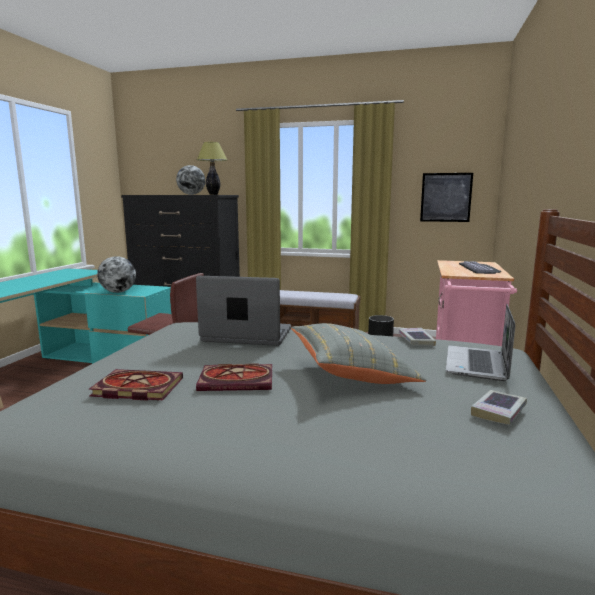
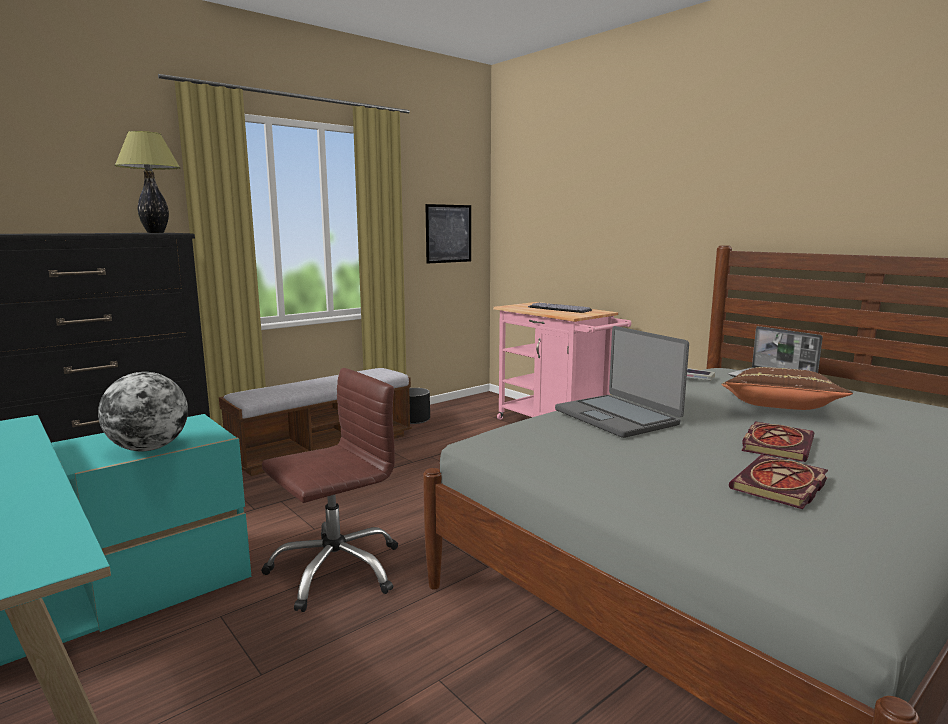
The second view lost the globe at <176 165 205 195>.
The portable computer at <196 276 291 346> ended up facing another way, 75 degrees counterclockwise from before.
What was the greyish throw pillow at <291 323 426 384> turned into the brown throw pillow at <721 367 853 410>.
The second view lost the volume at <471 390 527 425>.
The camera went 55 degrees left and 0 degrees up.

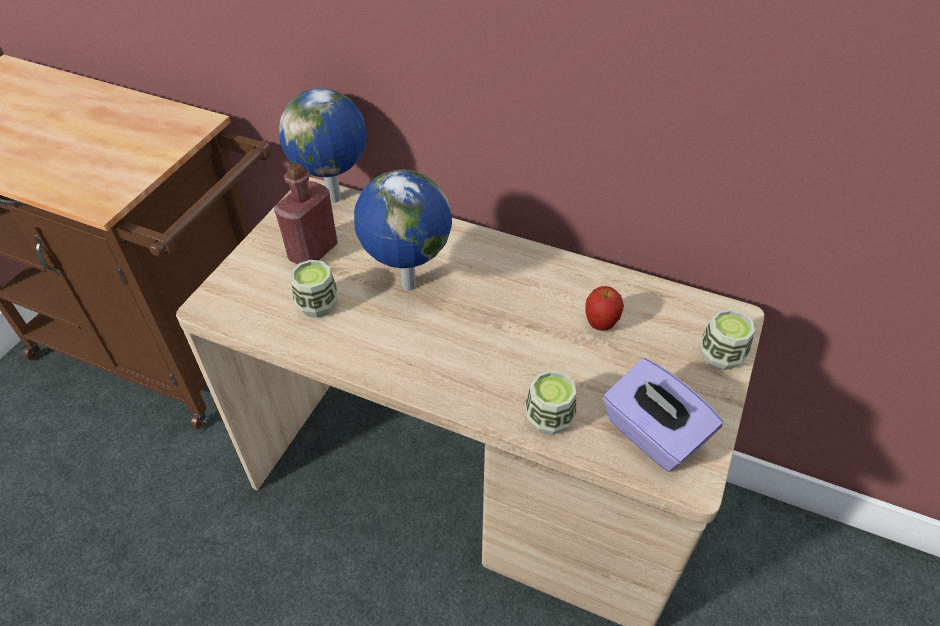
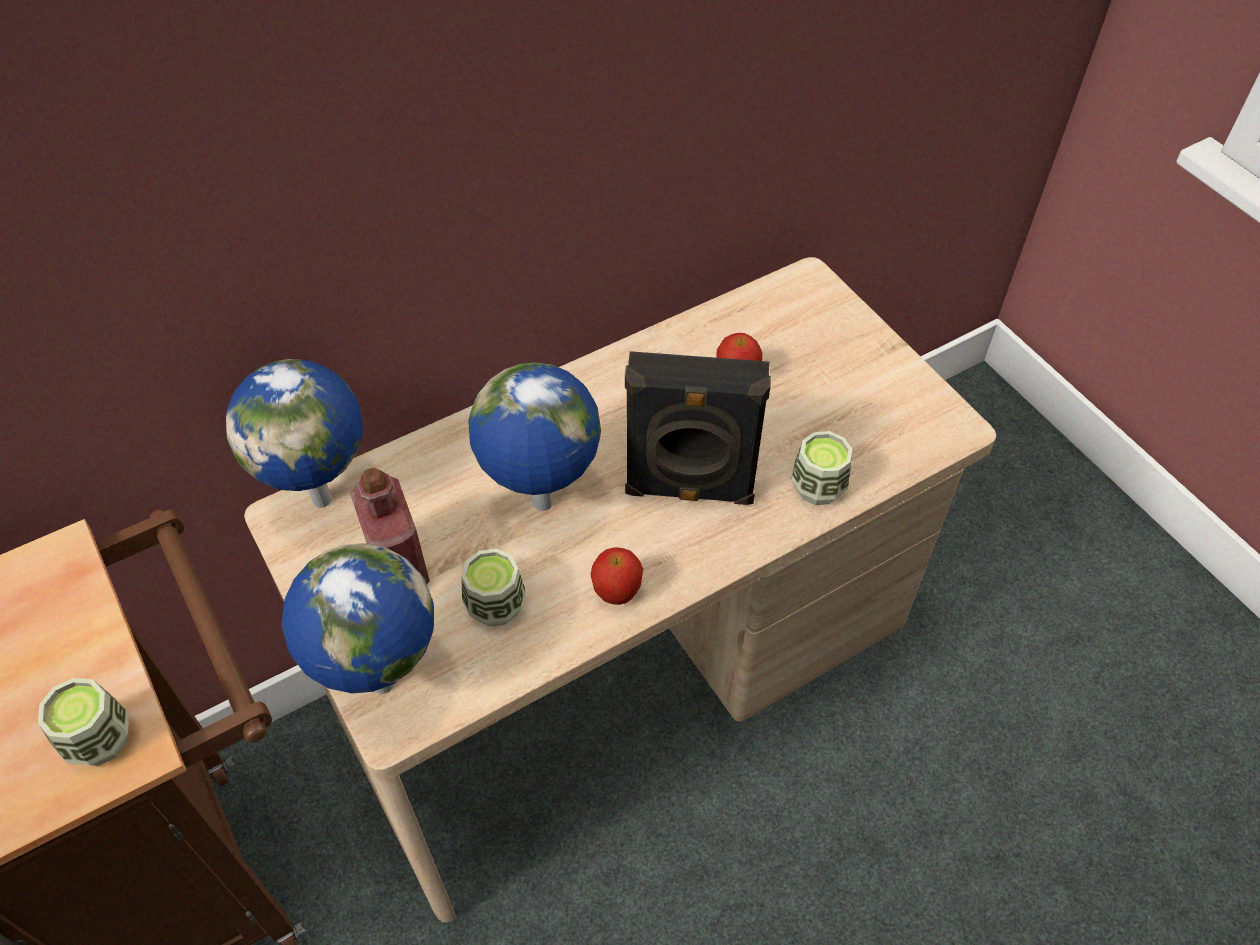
The second view lost the purple-coloured tissue holder at <603 359 723 472>.
The cup ended up elsewhere, having gone from <700 309 755 370> to <38 678 129 766>.
The second view gained the globe at <282 543 434 694>.
The second view gained the apple fruit at <590 547 643 605>.
The second view gained the blackish loudspeaker at <625 351 771 505>.
The camera went 55 degrees left and 5 degrees up.

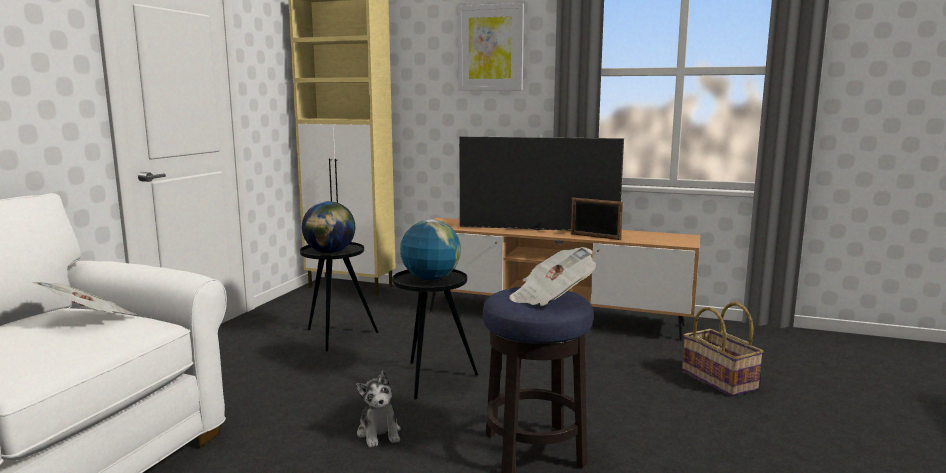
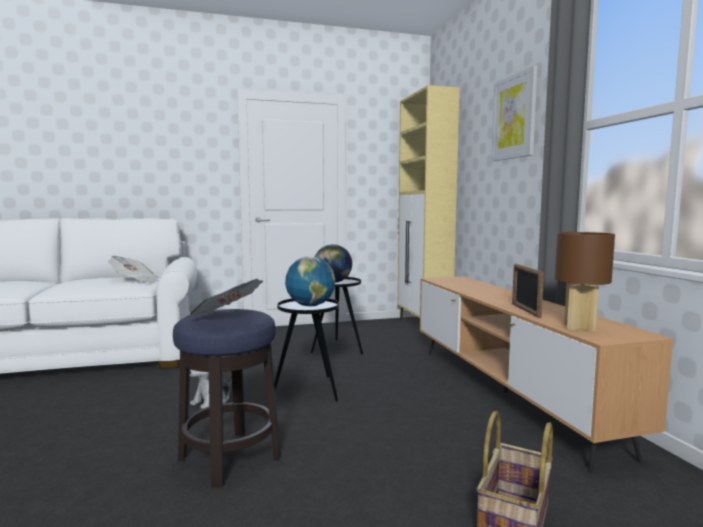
The second view lost the TV at <459 135 624 231>.
The second view gained the brown tabletop lamp at <555 232 615 332>.
The camera went 55 degrees right and 5 degrees down.

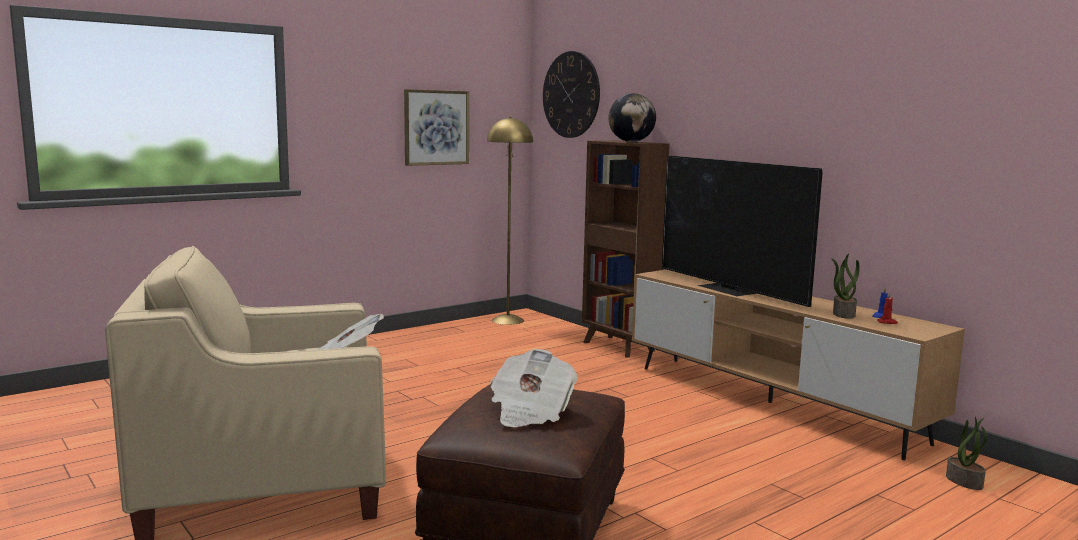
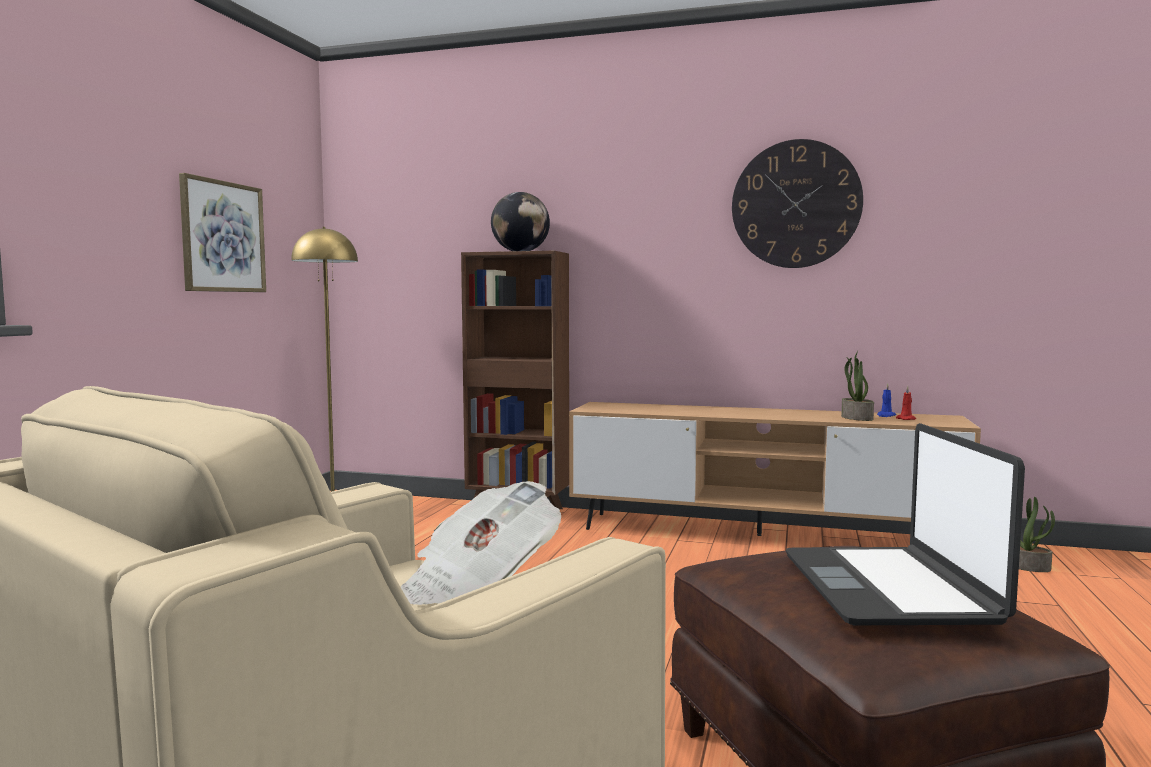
Where the daily paper stood at <490 349 578 427>, the portable computer came to stand at <786 423 1025 625>.
The hanging clock ended up elsewhere, having gone from <543 51 600 138> to <732 139 863 268>.
The second view lost the TV at <662 155 823 307>.
The camera went 35 degrees left and 5 degrees down.

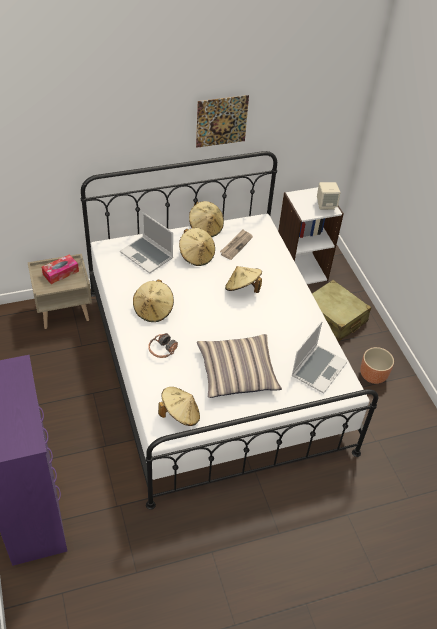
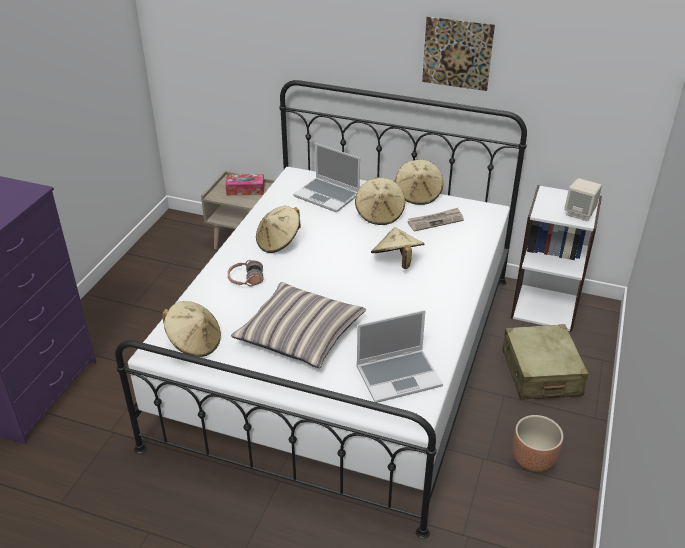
The portable computer at <120 212 173 274> ended up facing another way, 45 degrees counterclockwise from before.
The camera went 40 degrees right and 10 degrees down.

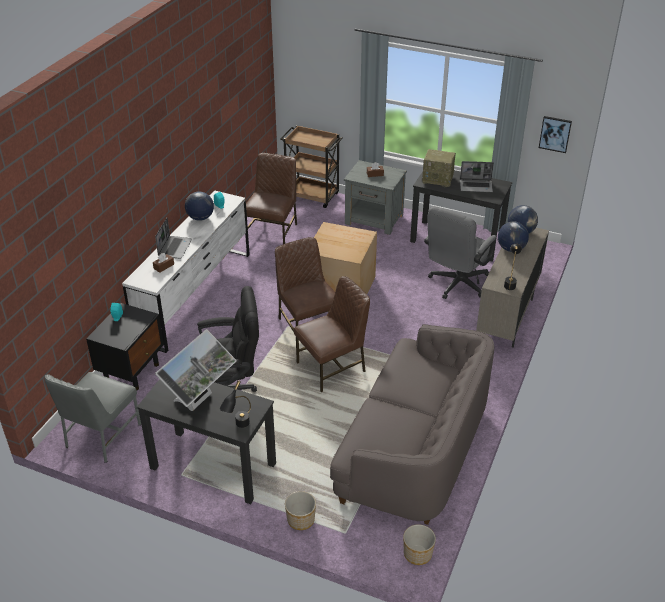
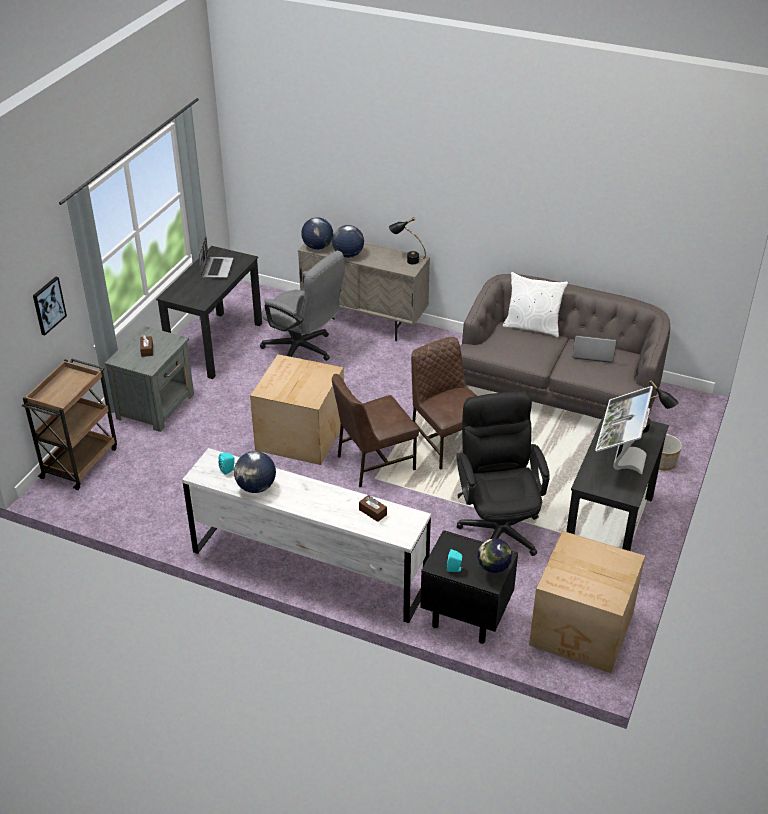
Where the greyish upright chair stood at <44 372 141 463>, the carton came to stand at <529 531 645 673>.
The portable computer ended up elsewhere, having gone from <155 218 192 259> to <573 335 616 363>.
The monitor at <155 329 237 411> ended up facing another way, 105 degrees counterclockwise from before.
The second view lost the brown upright chair at <245 153 297 244>.
The second view lost the flower pot at <403 524 436 565>.
The second view lost the radio receiver at <422 149 456 187>.
The wall picture ended up elsewhere, having gone from <539 116 572 153> to <33 277 67 335>.
The second view gained the globe at <477 538 512 580>.
The second view gained the white-coloured throw pillow at <503 272 568 338>.
The camera went 90 degrees left and 0 degrees up.

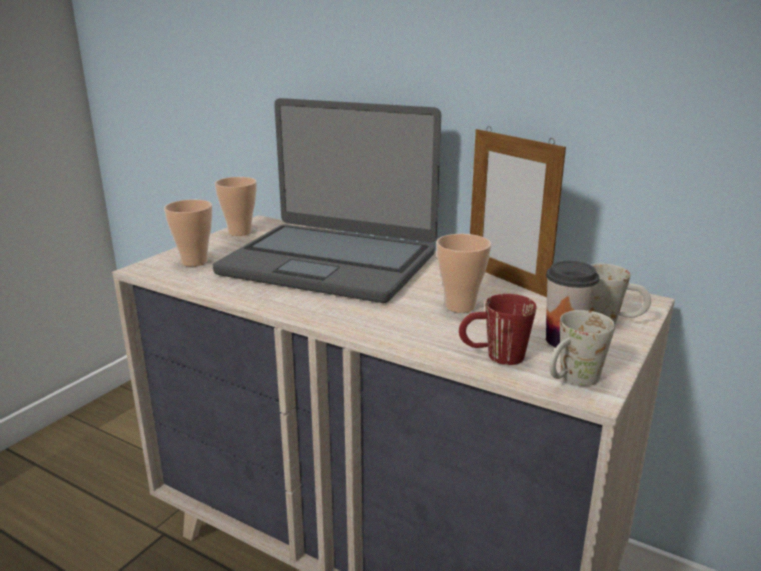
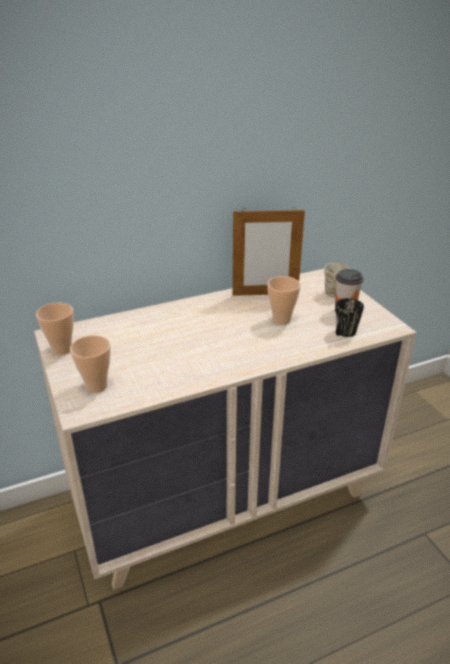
The second view lost the portable computer at <213 98 441 303>.
What was the red-coloured tea mug at <459 294 536 365> turned into the blackish tea mug at <336 298 364 337>.
The second view lost the white-coloured tea mug at <550 310 615 386>.
The camera went 55 degrees left and 10 degrees up.

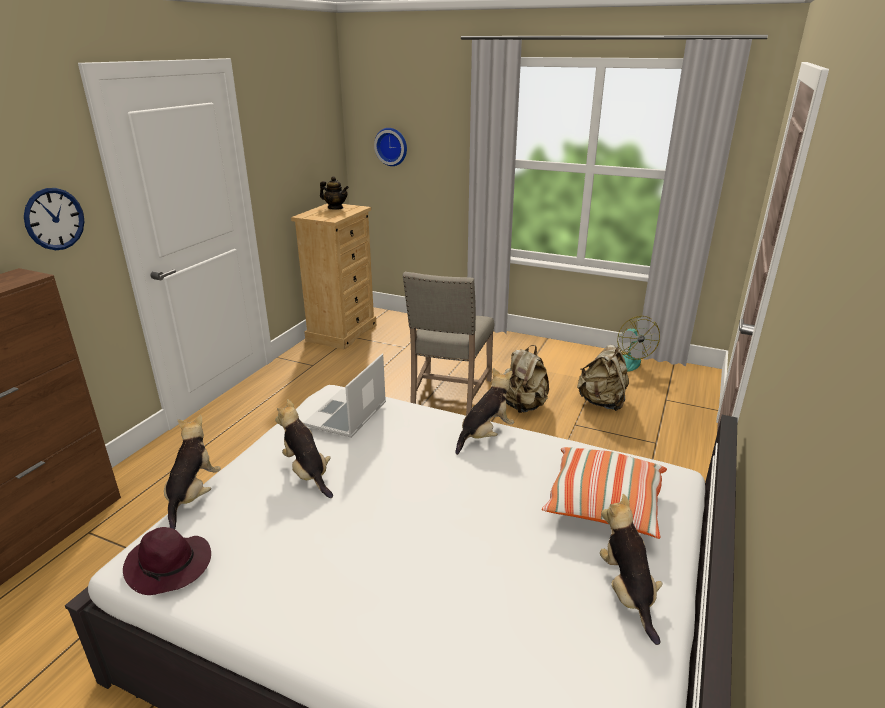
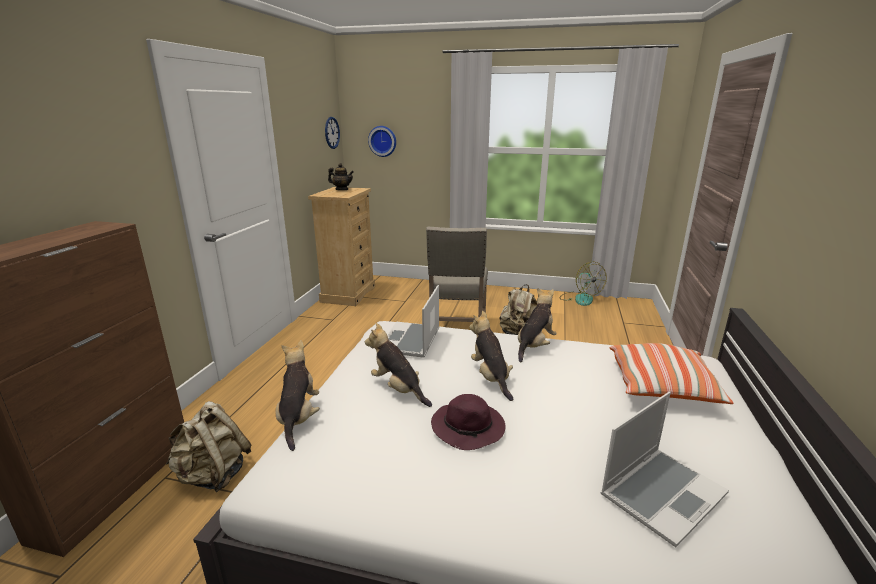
The hanging clock ended up elsewhere, having gone from <24 188 85 250> to <325 117 340 149>.
The purple-coloured hat ended up elsewhere, having gone from <123 527 211 595> to <431 394 506 450>.
The beige rucksack ended up elsewhere, having gone from <577 345 629 411> to <166 401 251 492>.
The cuddly toy ended up elsewhere, having gone from <600 494 662 645> to <470 311 513 401>.
The second view gained the portable computer at <601 392 729 547>.
The camera went 10 degrees left and 5 degrees down.

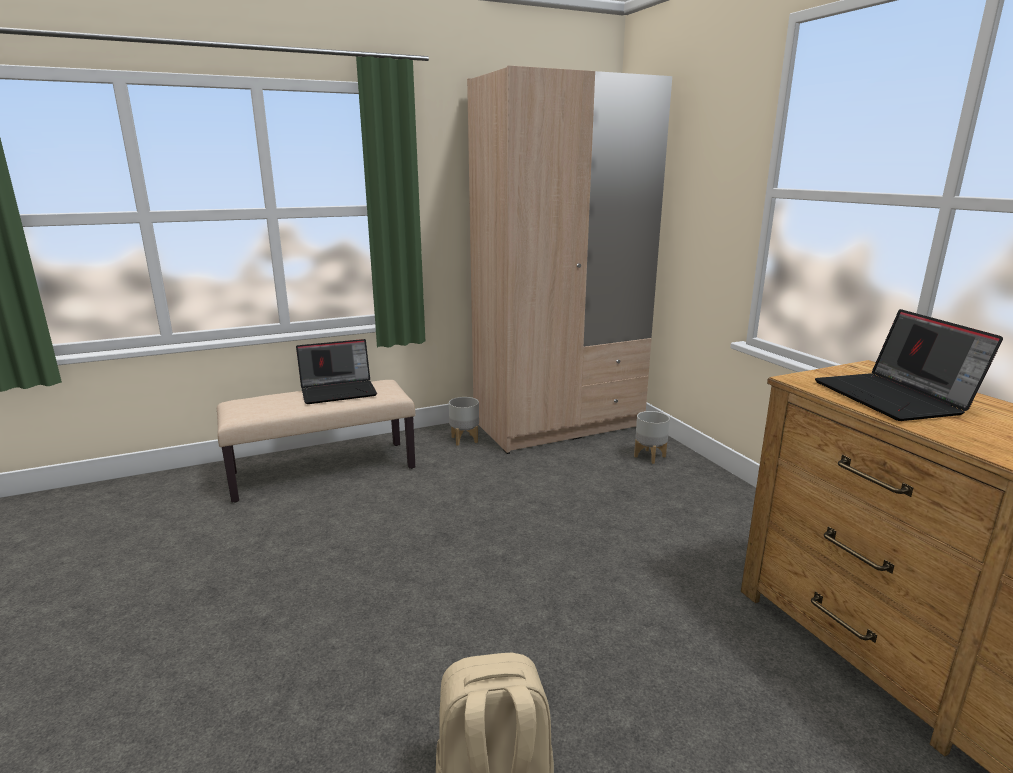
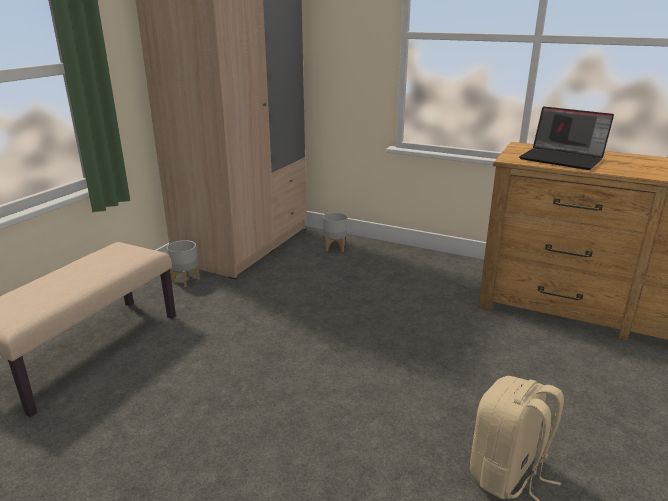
The second view lost the portable computer at <296 339 377 404>.
The camera went 40 degrees left and 5 degrees up.

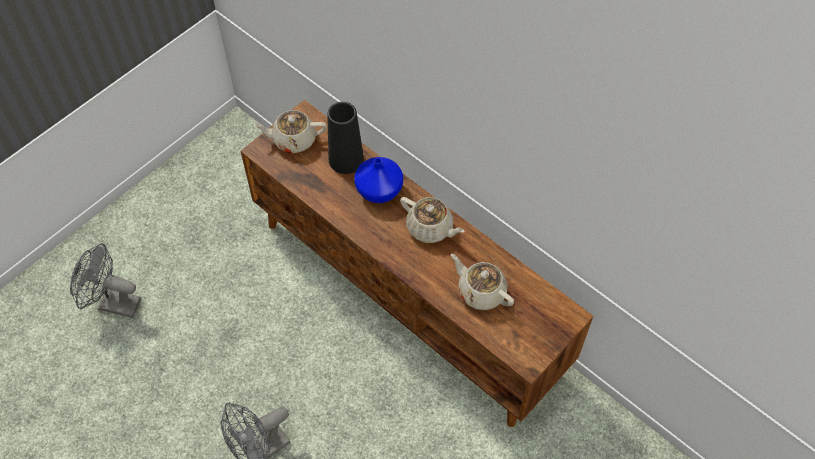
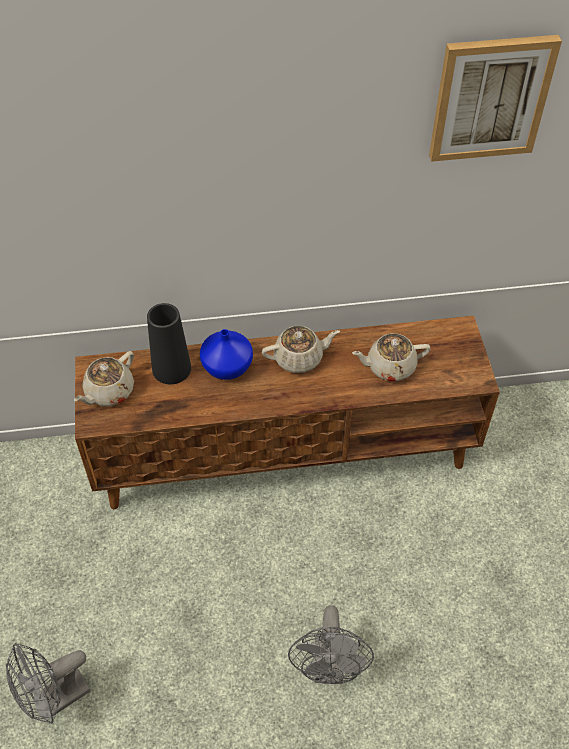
The second view gained the wall picture at <429 35 562 162>.
The camera went 50 degrees left and 5 degrees down.

